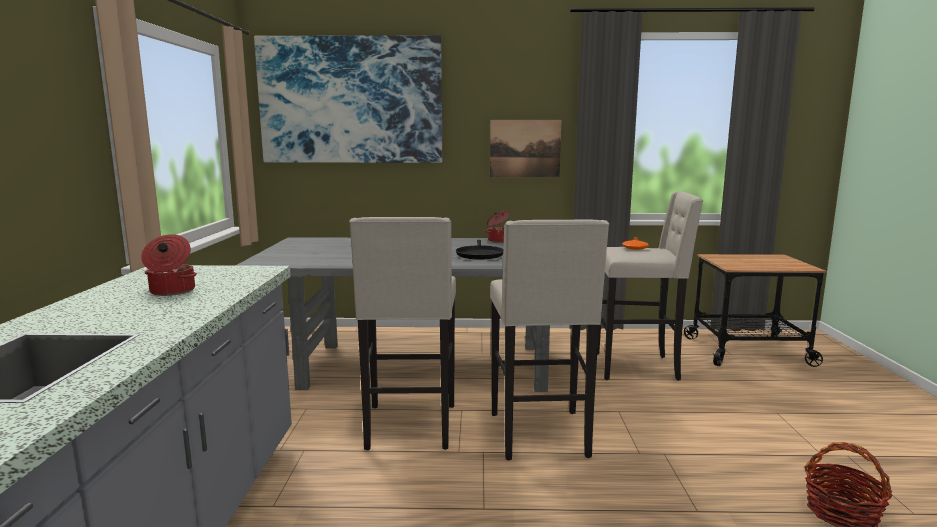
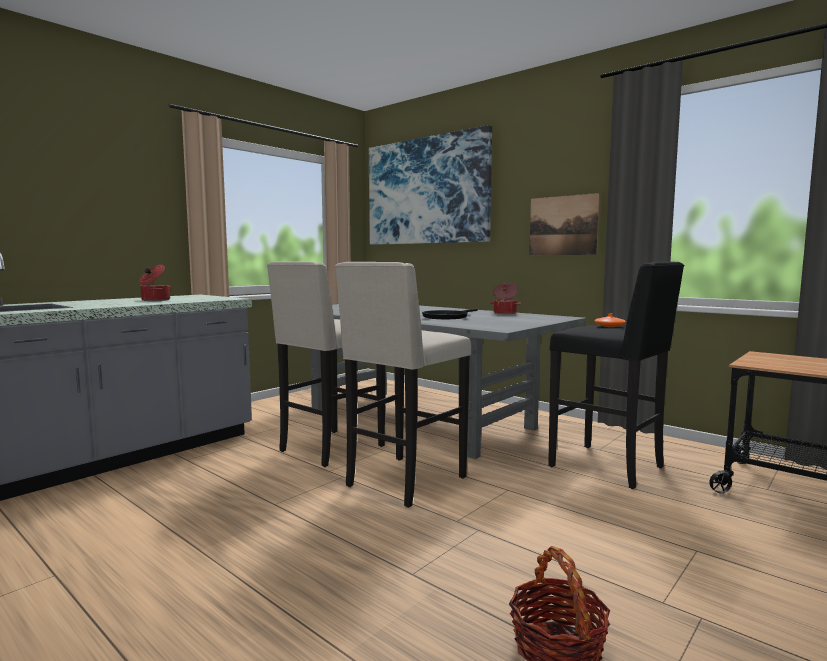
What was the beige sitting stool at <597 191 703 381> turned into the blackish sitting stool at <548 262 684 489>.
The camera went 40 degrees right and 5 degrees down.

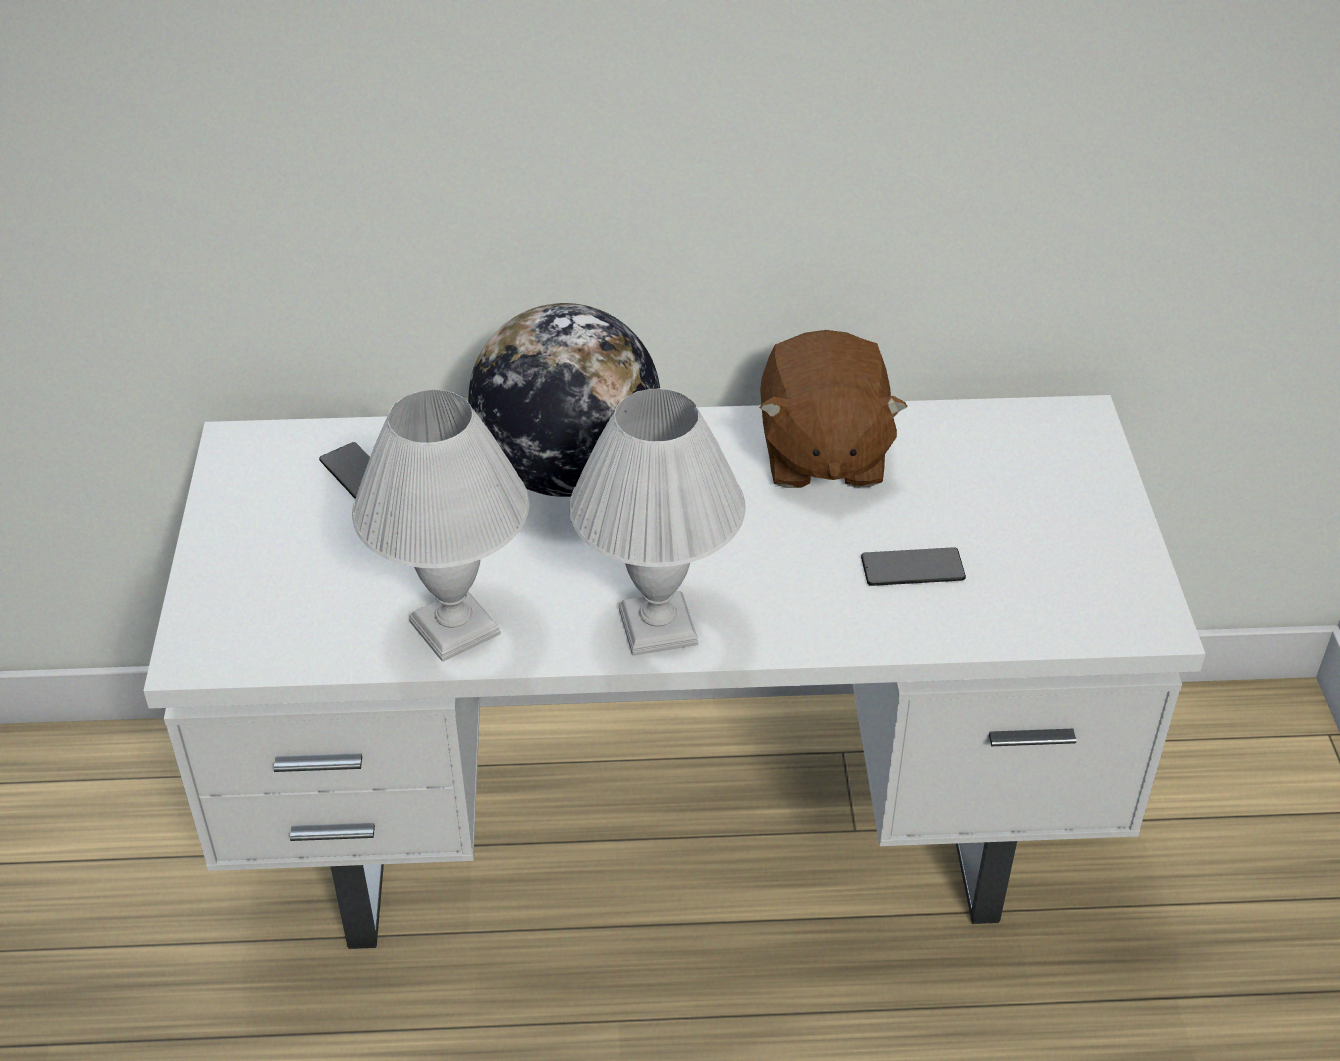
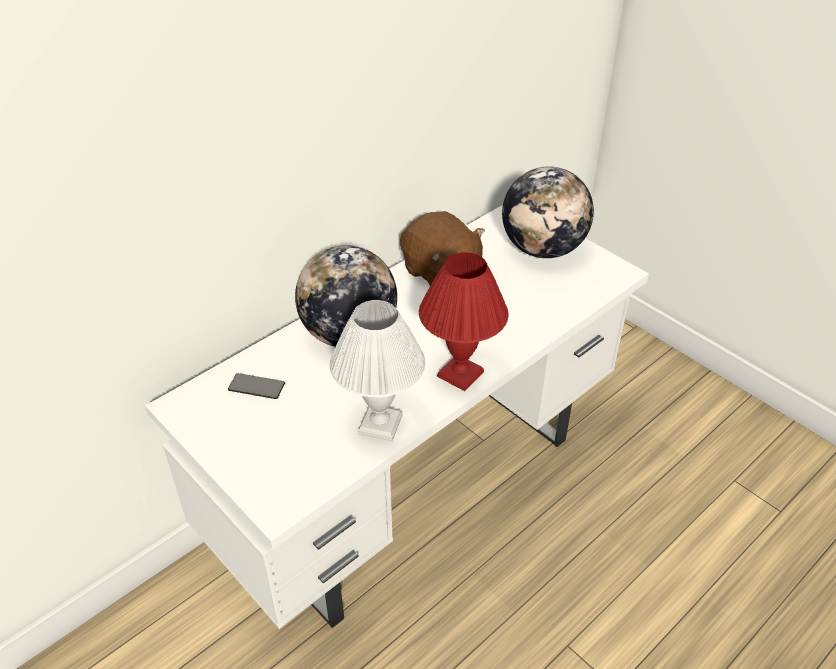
What was the white-coloured tabletop lamp at <569 388 745 656> turned into the red-coloured tabletop lamp at <419 252 508 391>.
The second view lost the handset at <861 547 966 586>.
The second view gained the globe at <502 166 594 258>.
The camera went 40 degrees left and 0 degrees up.

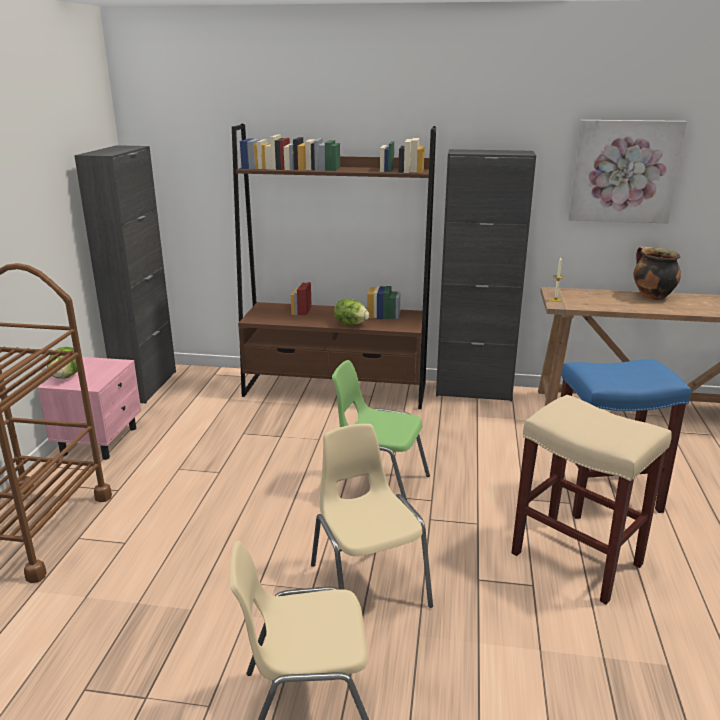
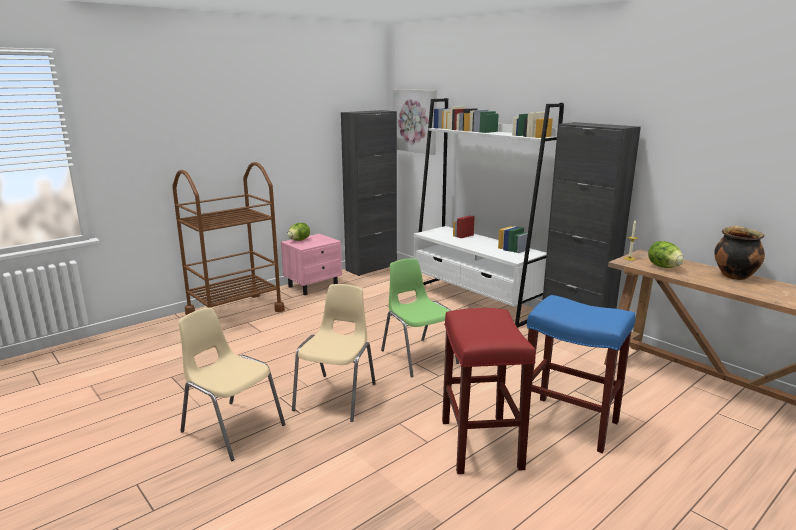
What was the brown bookshelf at <232 124 436 409> turned into the white-coloured bookshelf at <414 98 564 328>.
The head of lettuce ended up elsewhere, having gone from <334 299 369 325> to <648 241 684 268>.
What was the beige sitting stool at <511 395 672 604> turned into the red-coloured sitting stool at <442 308 536 474>.
The wall picture ended up elsewhere, having gone from <568 120 687 223> to <393 89 437 155>.
The camera went 40 degrees right and 5 degrees down.

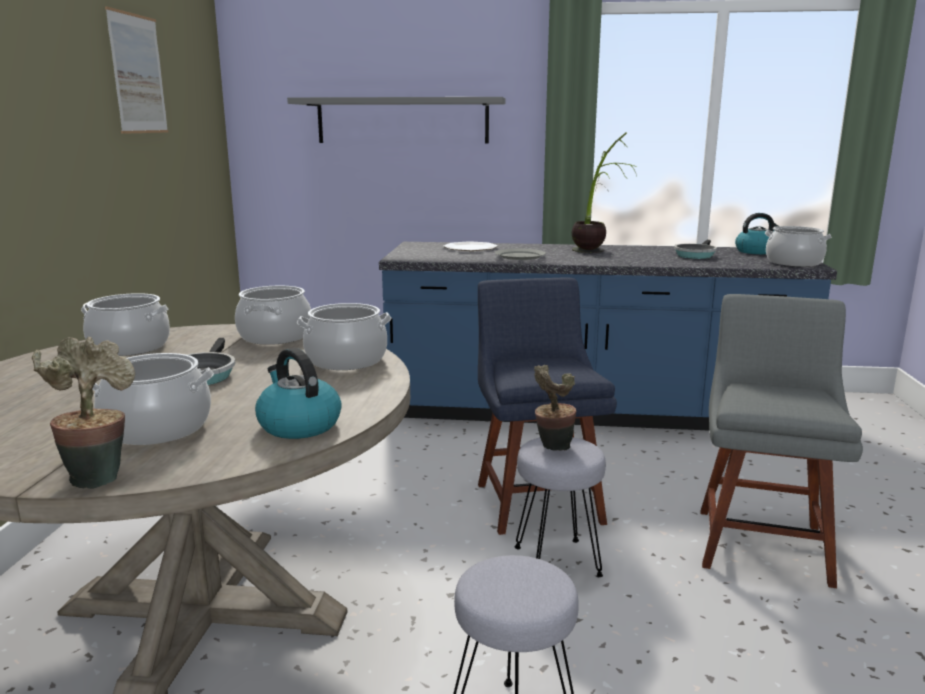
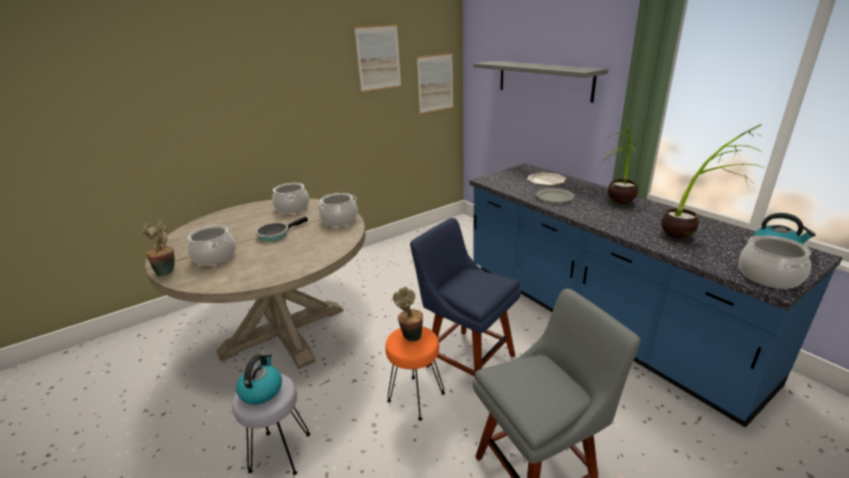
The kettle ended up elsewhere, having gone from <255 348 342 439> to <236 354 282 405>.
The second view lost the cooking pot at <297 303 391 370>.
The blue upright chair at <478 278 617 535> ended up facing another way, 90 degrees counterclockwise from before.
What was the greyish sitting stool at <514 437 606 577> turned into the orangey sitting stool at <385 326 445 421>.
Where the pan stood at <674 240 717 259>, the potted plant came to stand at <659 124 764 244>.
The second view gained the wall picture at <417 53 453 114>.
The camera went 50 degrees right and 10 degrees up.

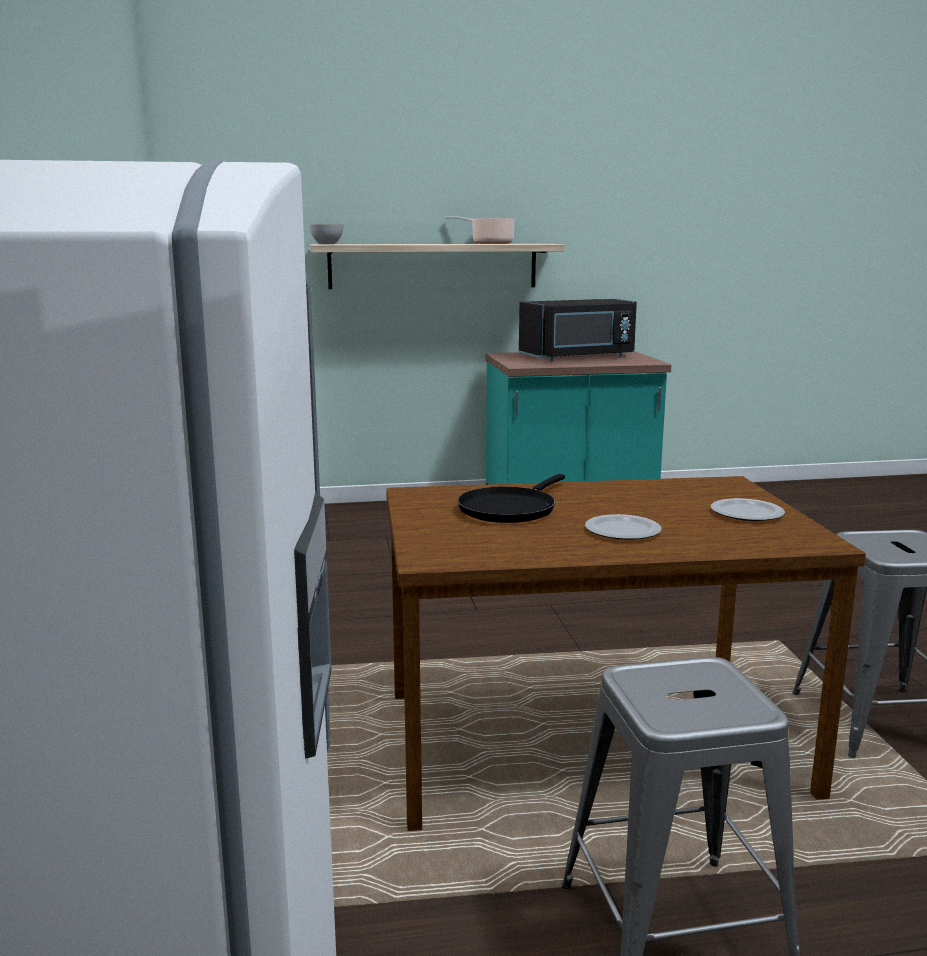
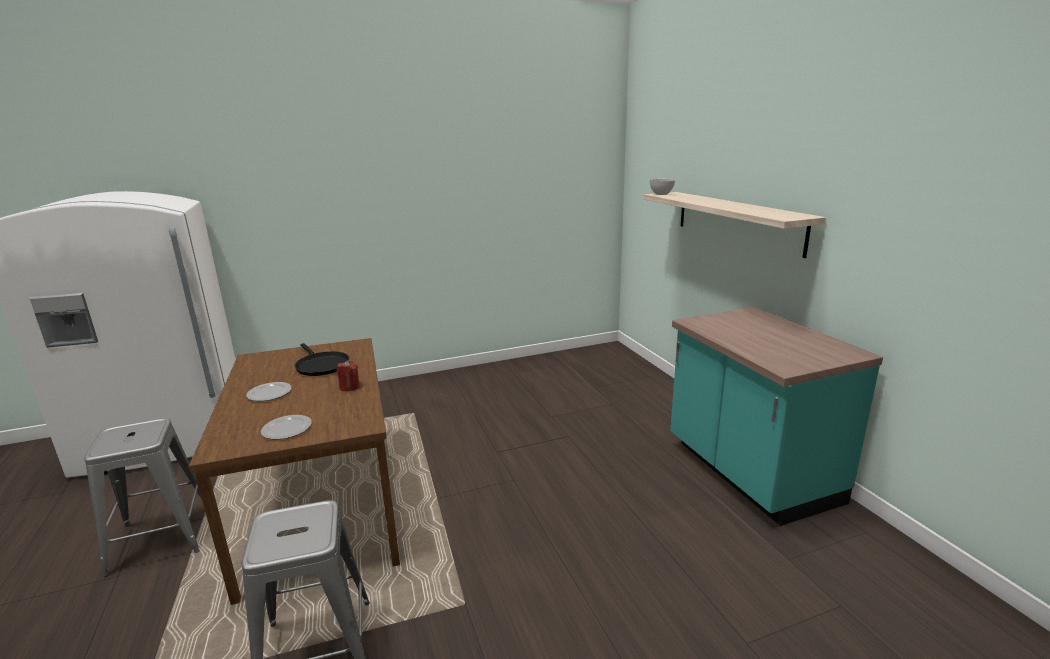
The second view lost the cooking pot at <445 216 516 244>.
The blackish pan at <457 474 565 523> ended up facing another way, 150 degrees counterclockwise from before.
The second view lost the blackish microwave oven at <519 299 637 361>.
The second view gained the red-coloured wax candle at <336 361 360 391>.
The camera went 80 degrees right and 5 degrees up.

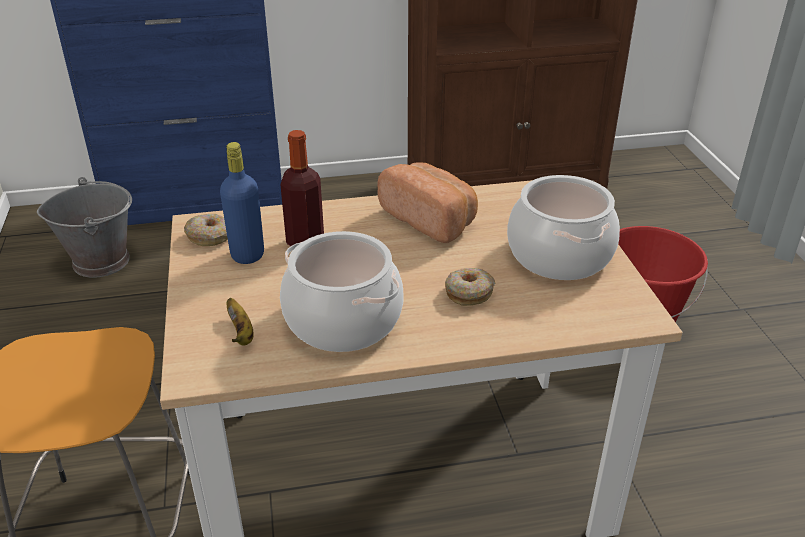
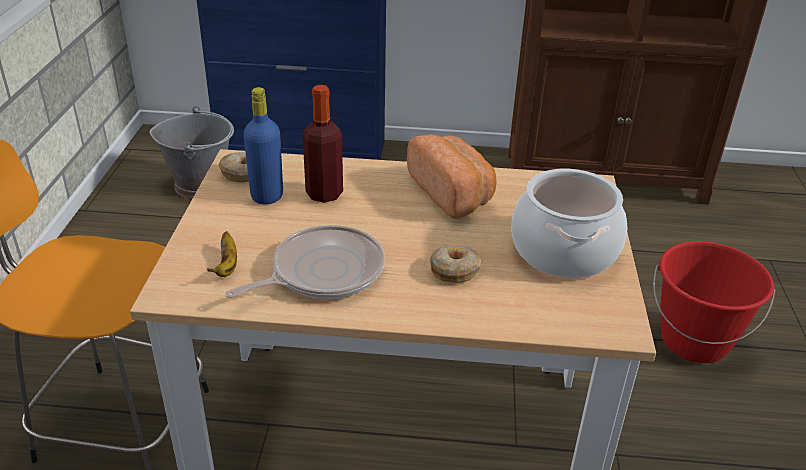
Where the cooking pot stood at <280 231 404 352>, the pan came to stand at <225 225 385 299>.
The camera went 15 degrees right and 0 degrees up.

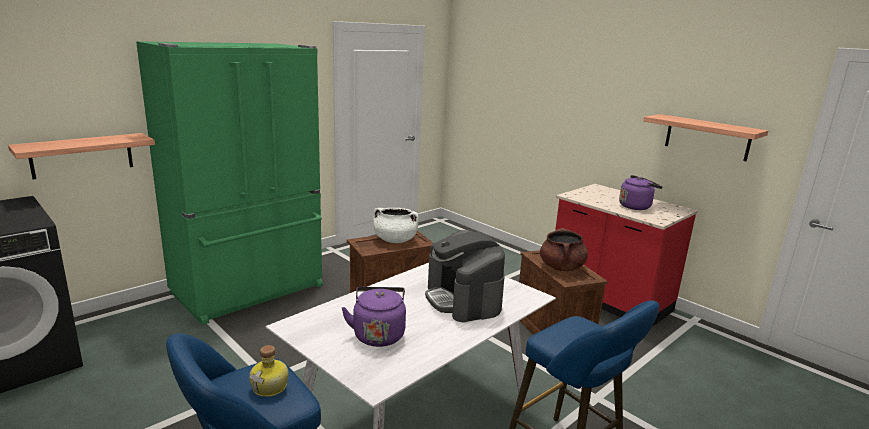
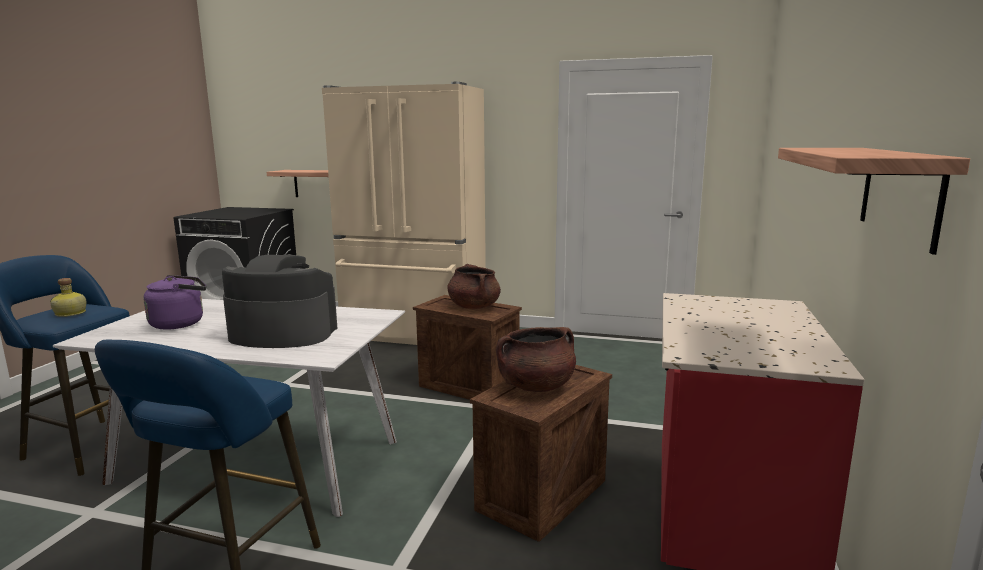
What was the greenish kitchen fridge at <136 41 323 325> turned into the beige kitchen fridge at <322 82 486 345>.
What was the white-coloured cooking pot at <373 208 419 243> turned into the brown cooking pot at <447 264 501 309>.
The coffee maker at <425 230 505 322> ended up facing another way, 60 degrees clockwise from before.
The second view lost the purple-coloured kettle at <619 175 663 210>.
The camera went 60 degrees right and 5 degrees down.

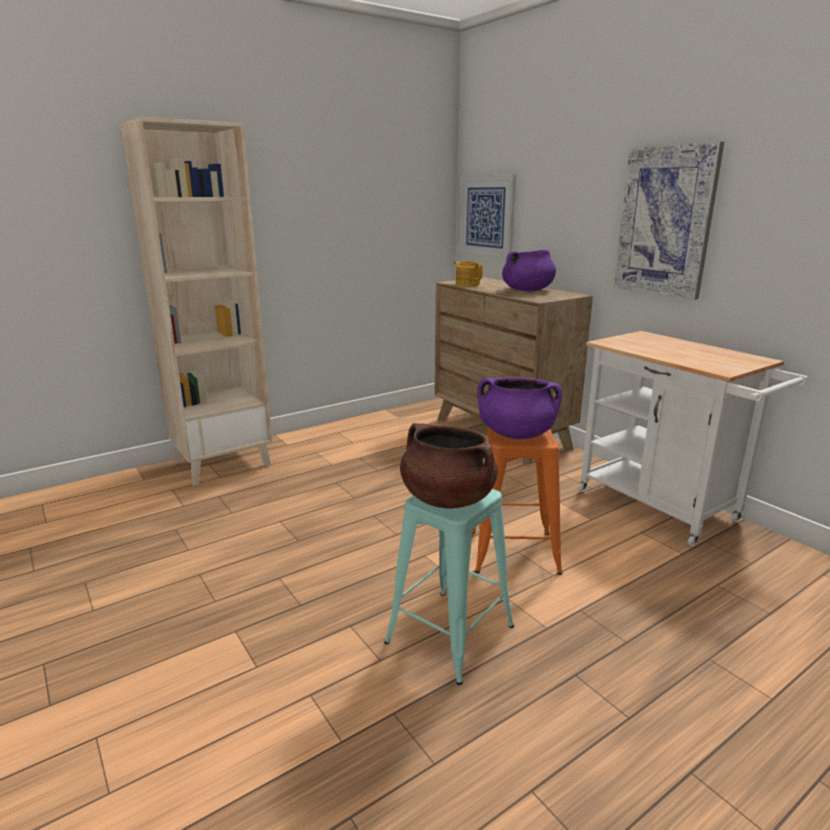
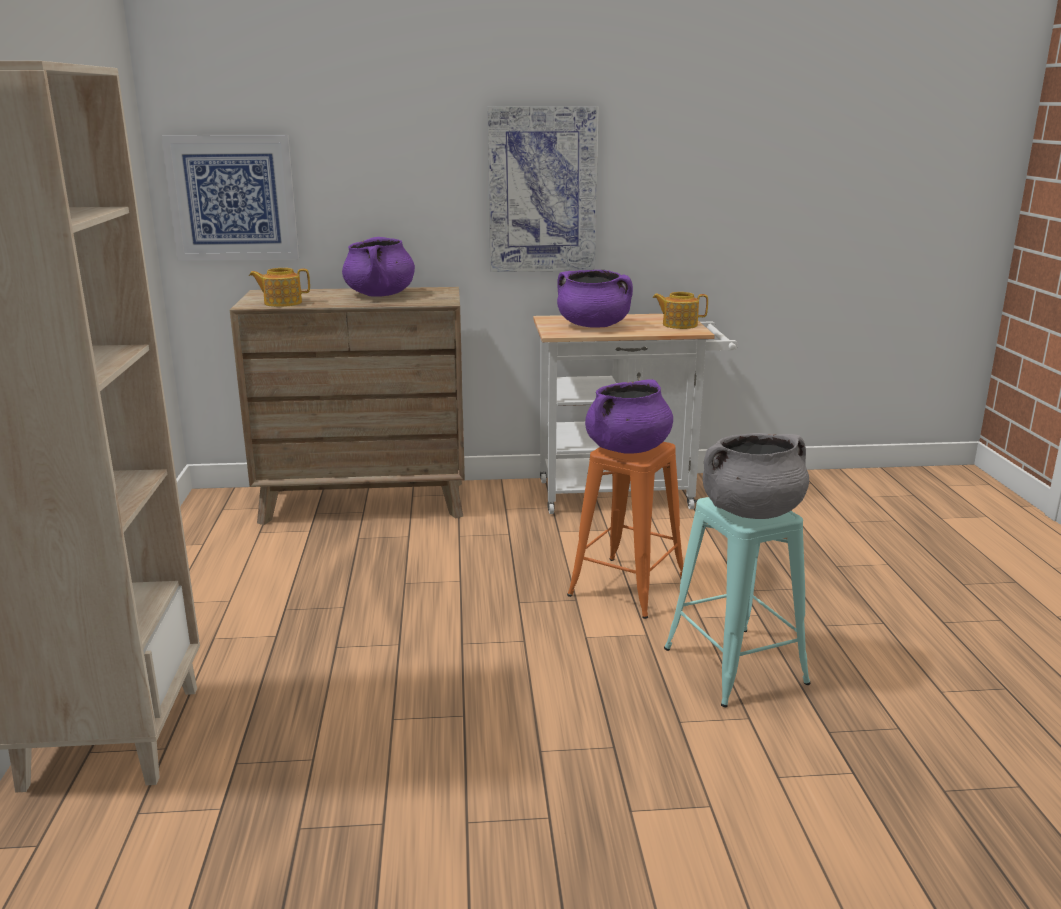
What was the brown cooking pot at <400 423 498 509> turned into the greyish cooking pot at <703 433 809 519>.
The second view gained the purple-coloured cooking pot at <557 270 633 328>.
The second view gained the teapot at <652 292 708 329>.
The camera went 60 degrees left and 0 degrees up.

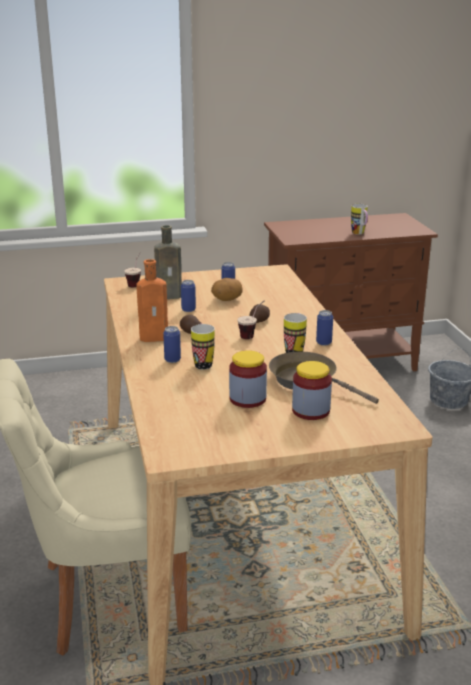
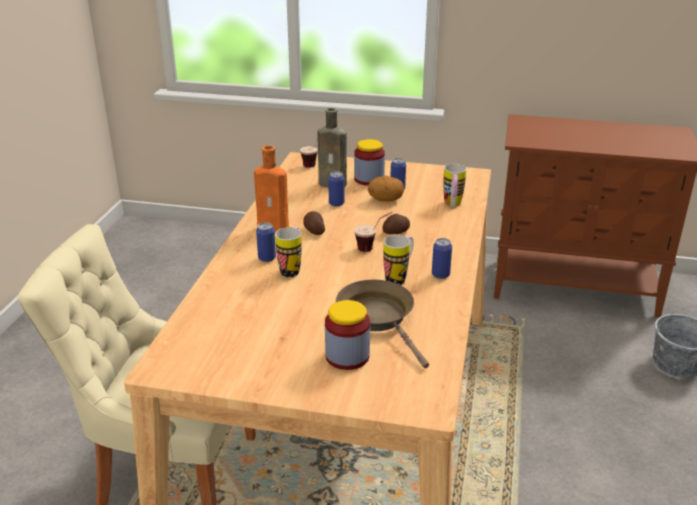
The storage jar ended up elsewhere, having gone from <229 350 267 408> to <354 139 385 186>.
The tea mug ended up elsewhere, having gone from <351 204 368 235> to <443 164 466 207>.
The camera went 25 degrees right and 5 degrees up.

